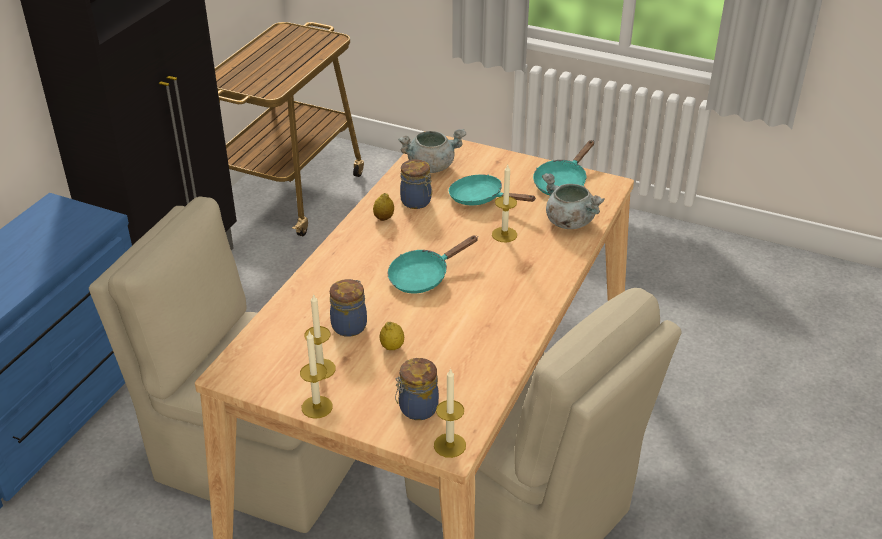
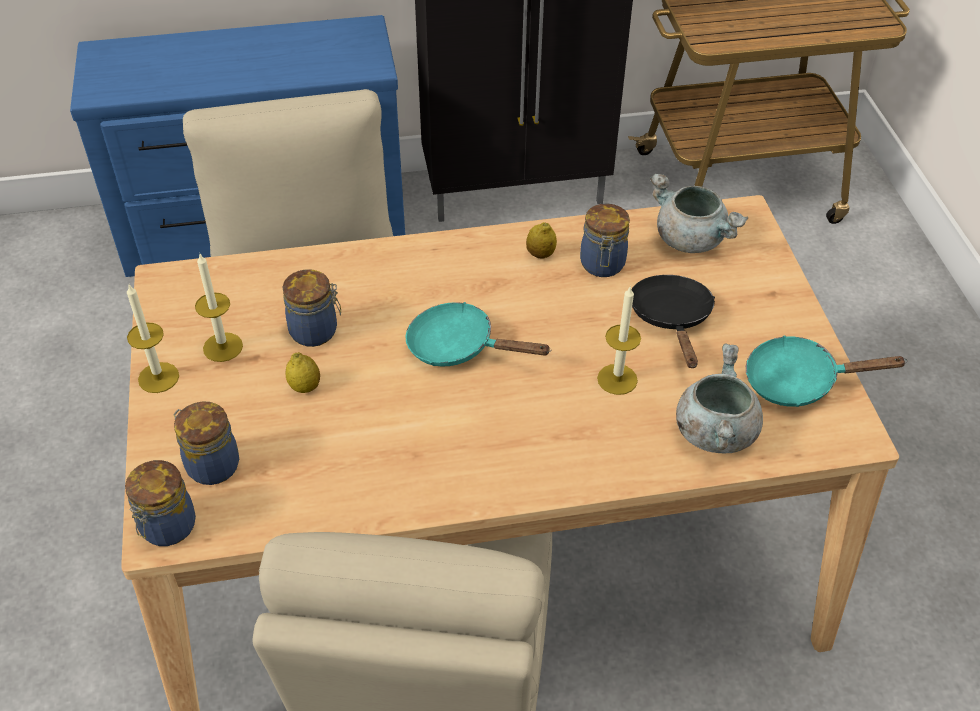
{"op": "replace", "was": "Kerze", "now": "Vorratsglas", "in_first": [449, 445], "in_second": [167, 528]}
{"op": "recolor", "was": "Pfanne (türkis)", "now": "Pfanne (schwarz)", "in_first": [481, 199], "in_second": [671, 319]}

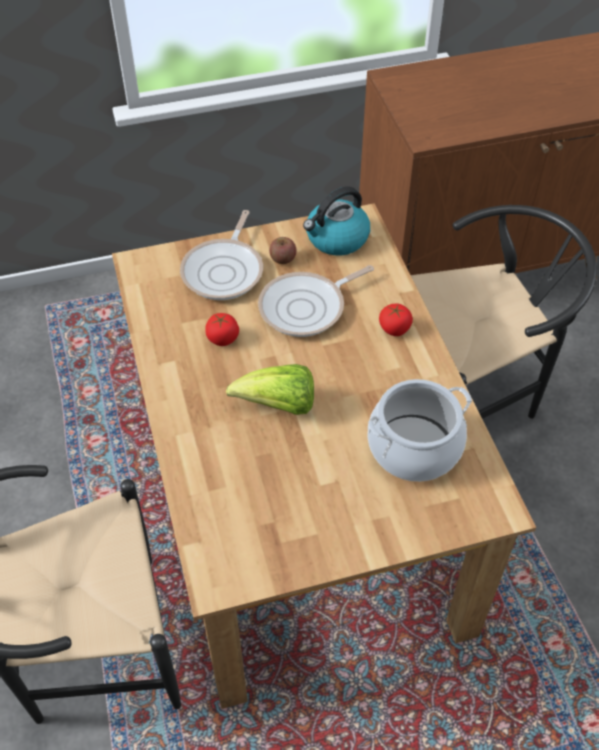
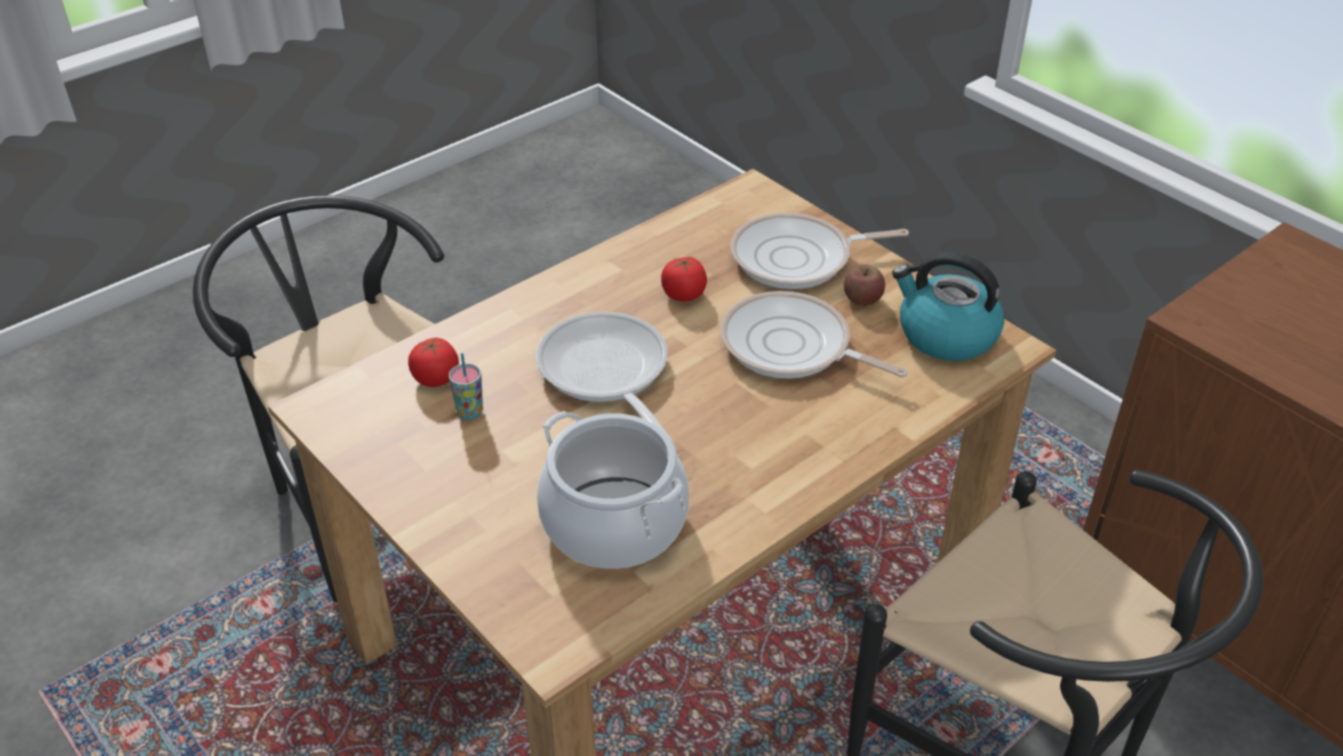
{"op": "replace", "was": "Salatkopf", "now": "Pfanne", "in_first": [278, 405], "in_second": [606, 375]}
{"op": "move", "was": "Tomate", "in_first": [394, 328], "in_second": [436, 378]}
{"op": "insert", "now": "Tasse", "in_second": [470, 412]}

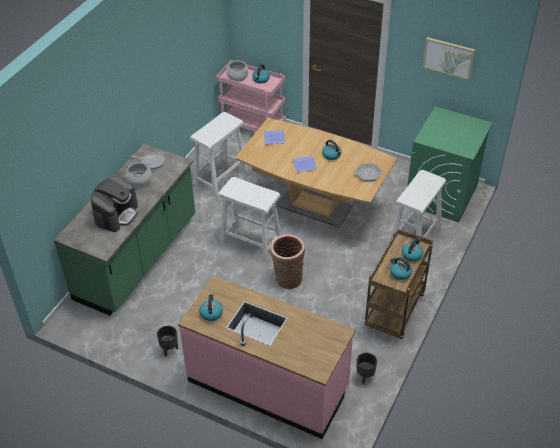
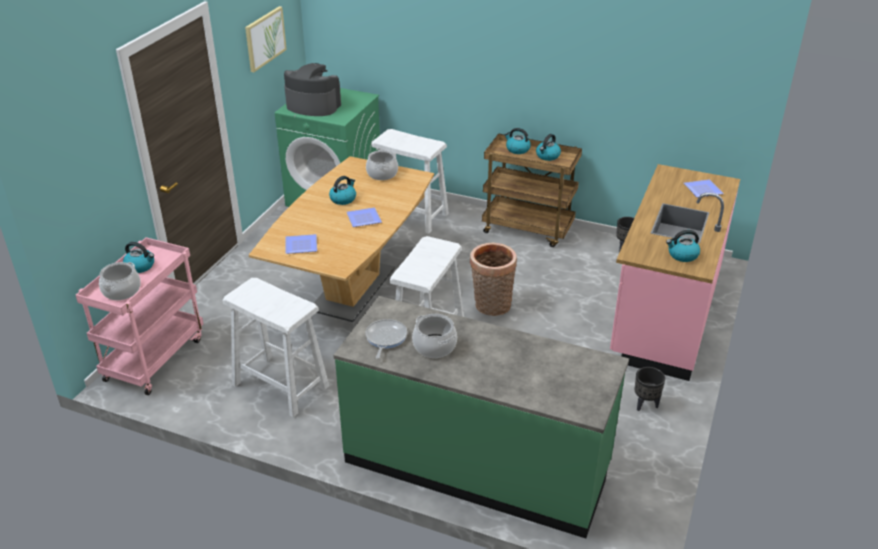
{"op": "move", "was": "Kaffeemaschine", "in_first": [116, 214], "in_second": [313, 106]}
{"op": "replace", "was": "Pfanne", "now": "Kochtopf", "in_first": [368, 174], "in_second": [382, 174]}
{"op": "insert", "now": "Teller", "in_second": [701, 189]}

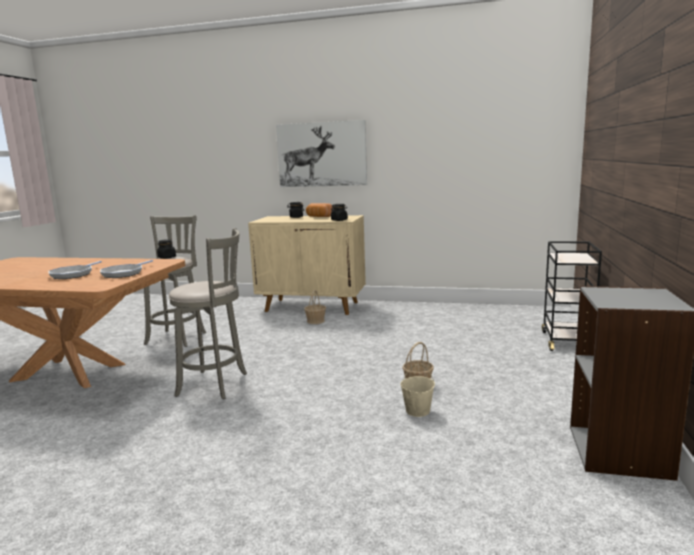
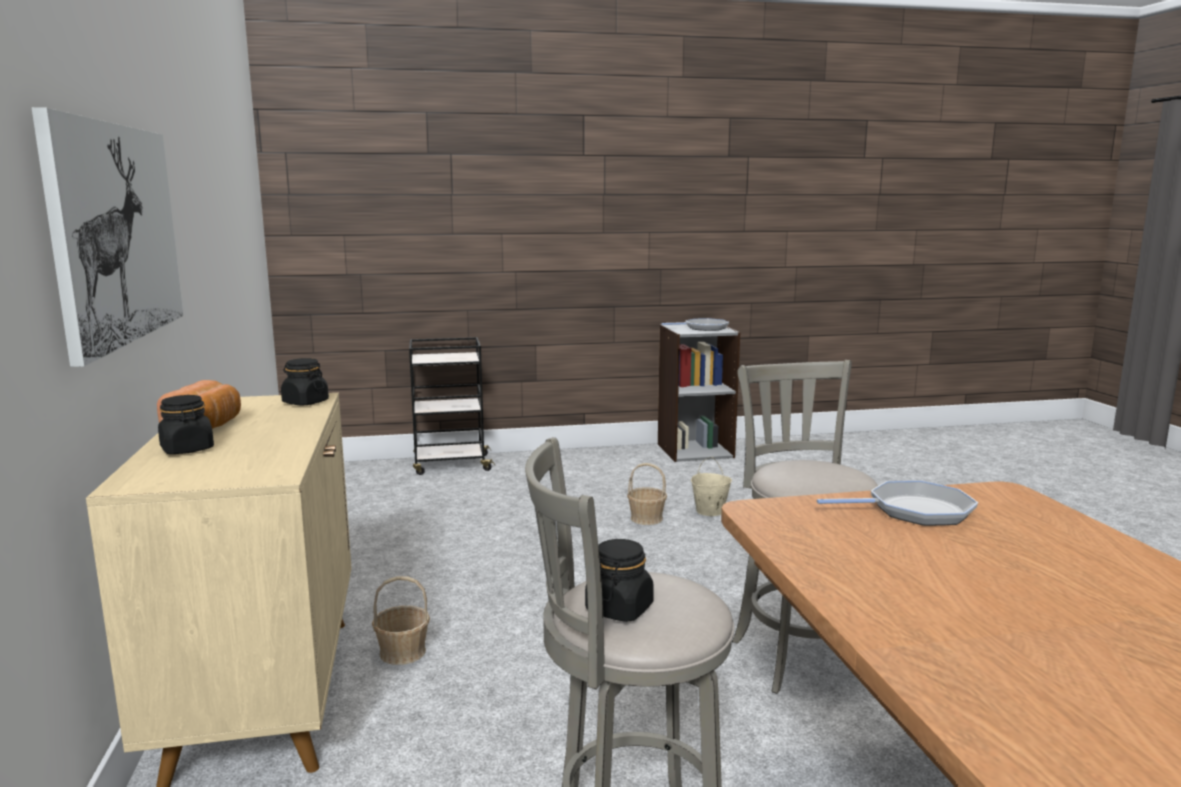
{"op": "move", "was": "Pfanne", "in_first": [73, 274], "in_second": [703, 328]}

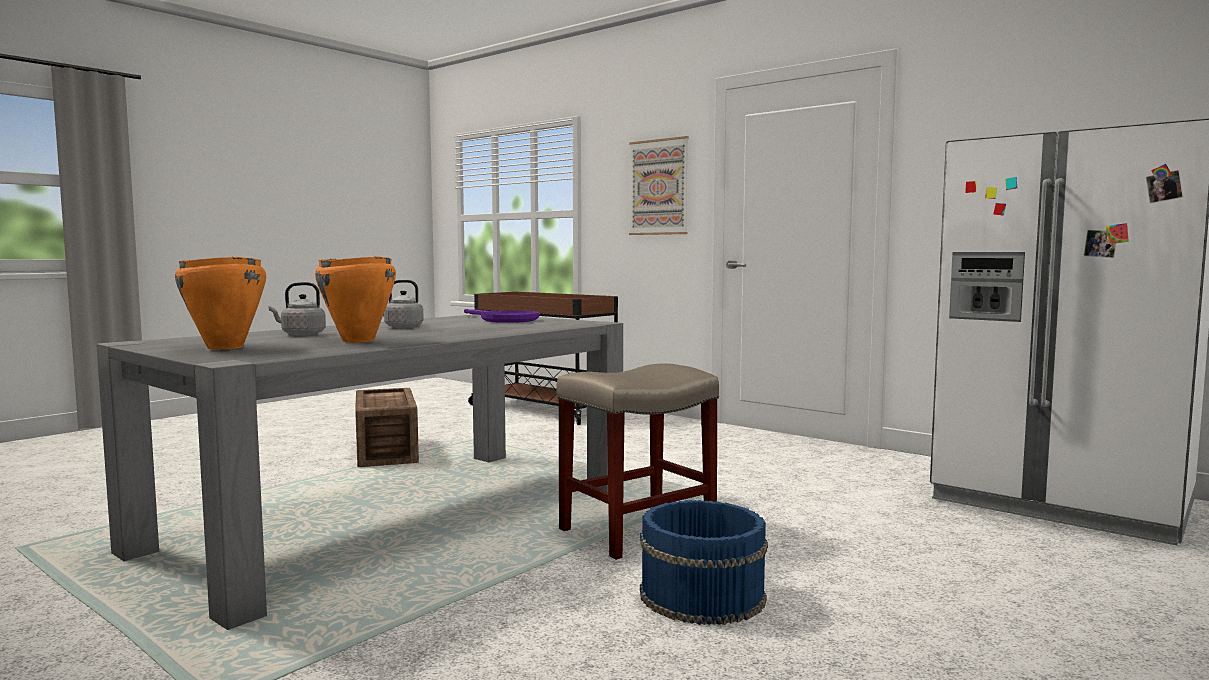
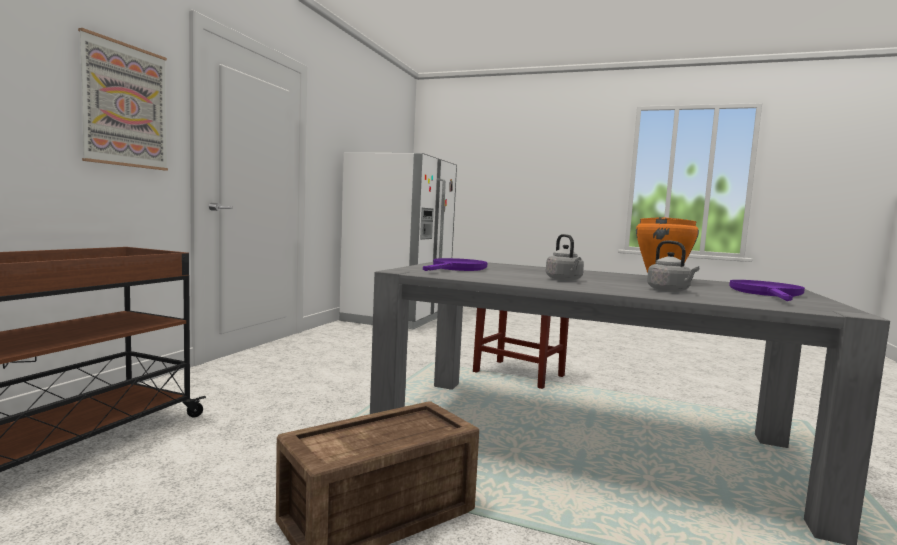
{"op": "replace", "was": "Kochtopf (orange)", "now": "Pfanne (lila)", "in_first": [224, 347], "in_second": [767, 294]}
{"op": "delete", "was": "Eimer (blau)", "in_first": [701, 596]}

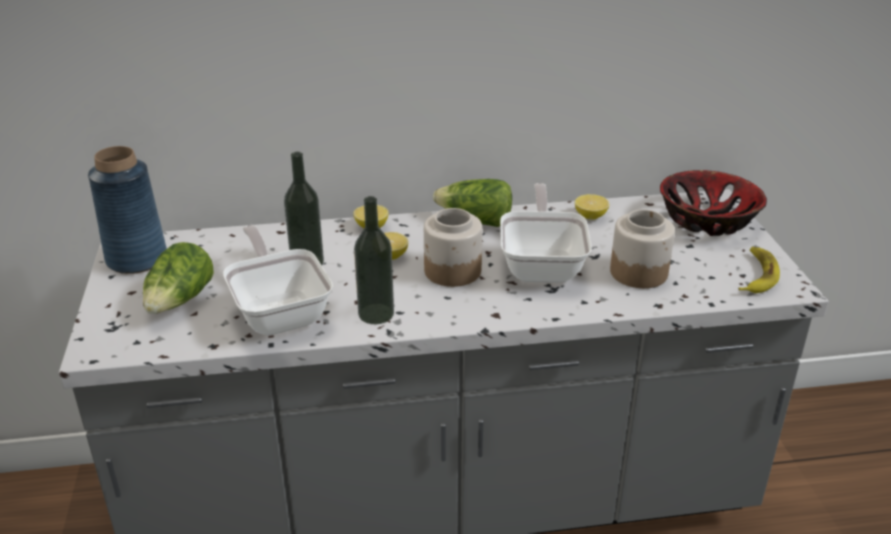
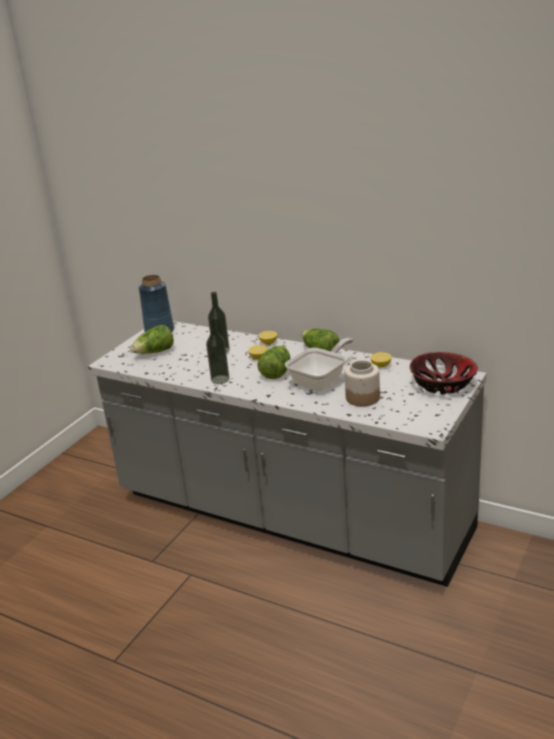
{"op": "delete", "was": "Pfanne", "in_first": [279, 311]}
{"op": "replace", "was": "Vorratsglas", "now": "Salatkopf", "in_first": [452, 271], "in_second": [276, 372]}
{"op": "delete", "was": "Banane", "in_first": [757, 275]}

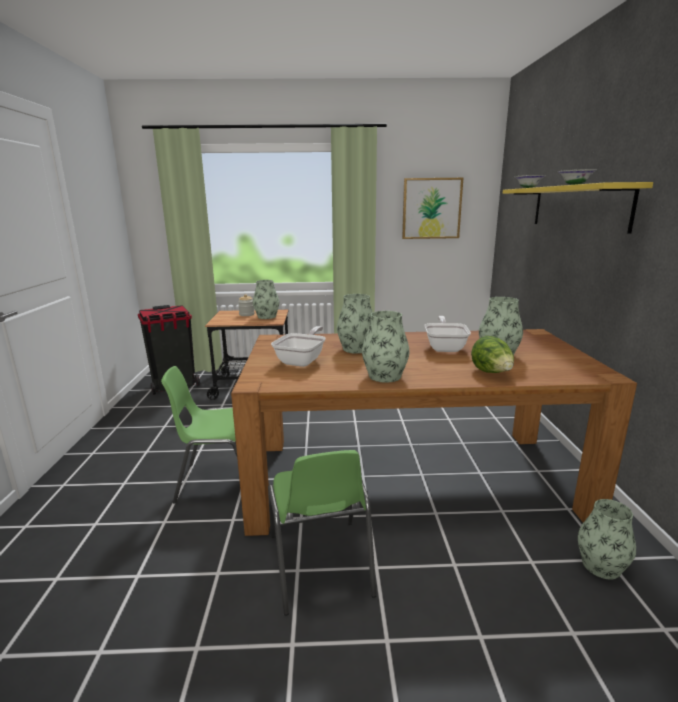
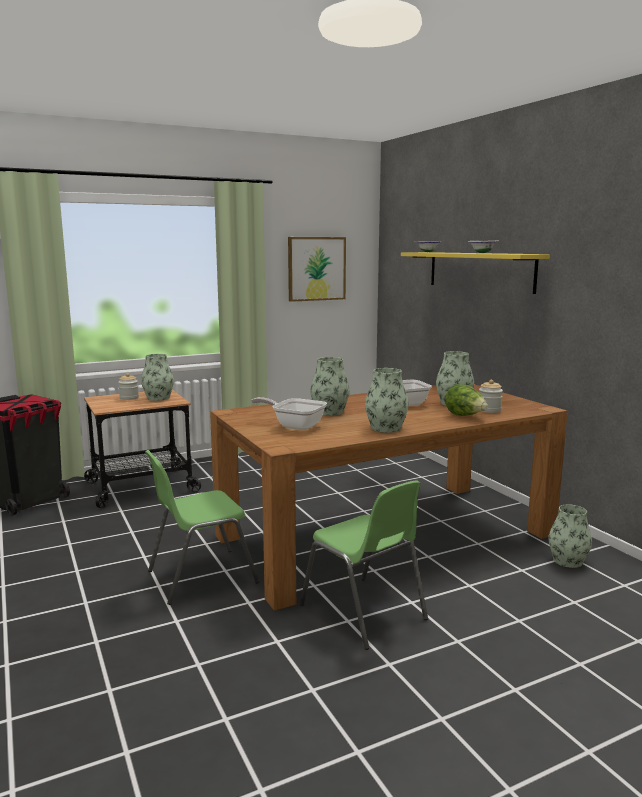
{"op": "rotate", "was": "Pfanne", "in_first": [302, 360], "in_second": [294, 426], "clockwise": -60}
{"op": "insert", "now": "Vorratsglas", "in_second": [489, 410]}

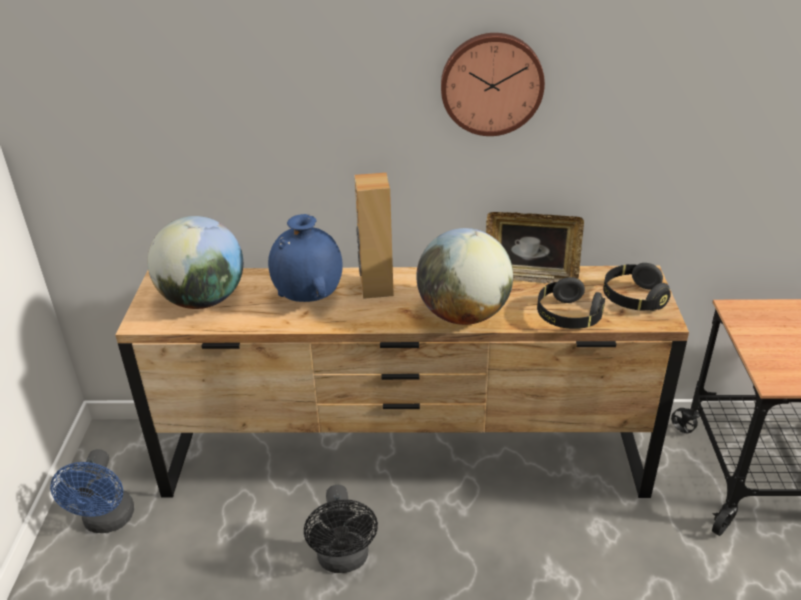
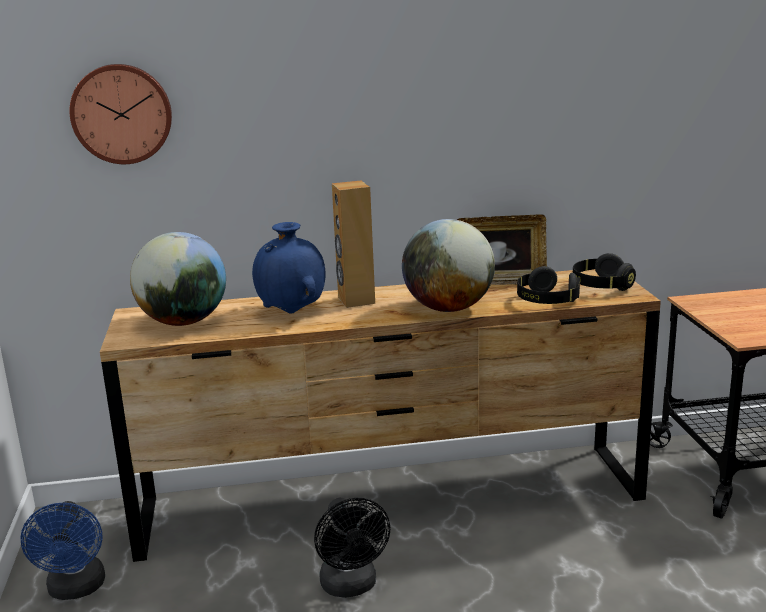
{"op": "move", "was": "Wanduhr", "in_first": [491, 83], "in_second": [122, 113]}

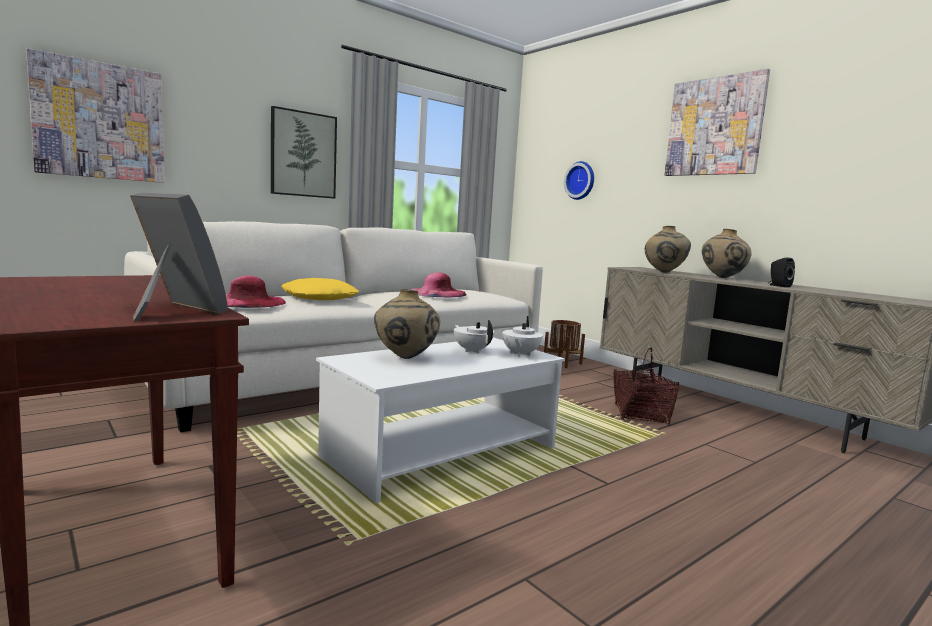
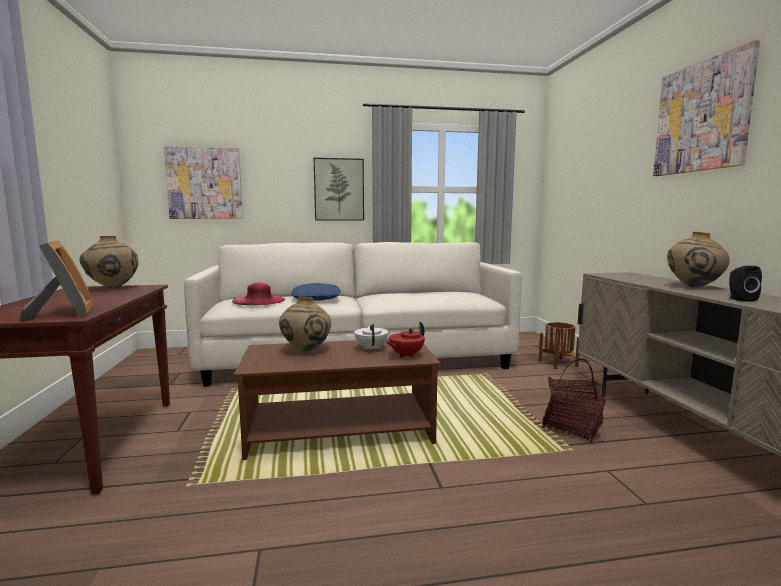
{"op": "recolor", "was": "Kissen (gelb)", "now": "Kissen (blau)", "in_first": [320, 298], "in_second": [317, 298]}
{"op": "recolor", "was": "Couchtisch (weiß)", "now": "Couchtisch (braun)", "in_first": [442, 451], "in_second": [341, 429]}
{"op": "delete", "was": "Hut (rosa)", "in_first": [437, 293]}
{"op": "recolor", "was": "Teekanne (weiß)", "now": "Teekanne (rot)", "in_first": [520, 354], "in_second": [406, 355]}
{"op": "delete", "was": "Wanduhr", "in_first": [581, 180]}
{"op": "move", "was": "Vase (beige)", "in_first": [664, 272], "in_second": [112, 288]}

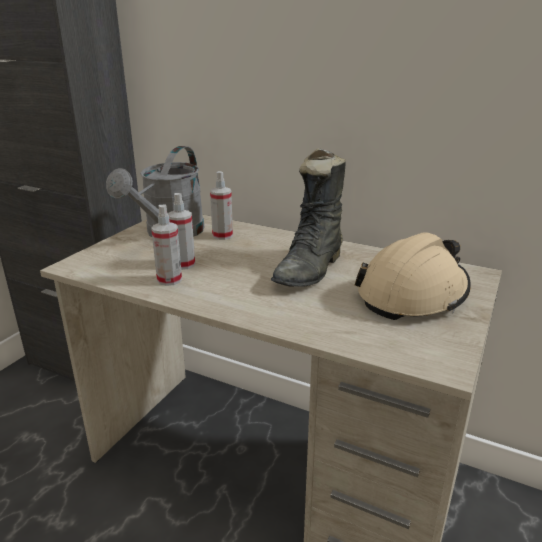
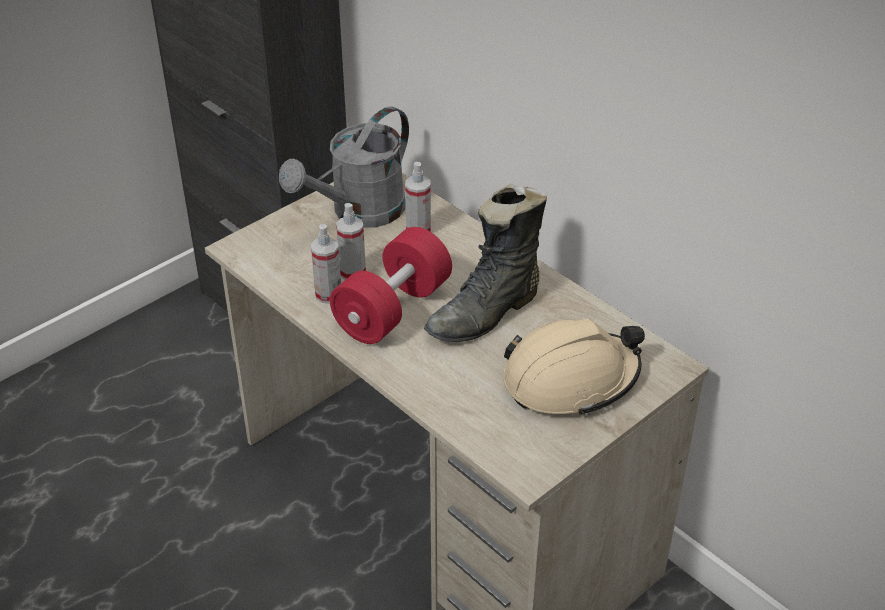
{"op": "insert", "now": "Hantel (rot)", "in_second": [392, 309]}

